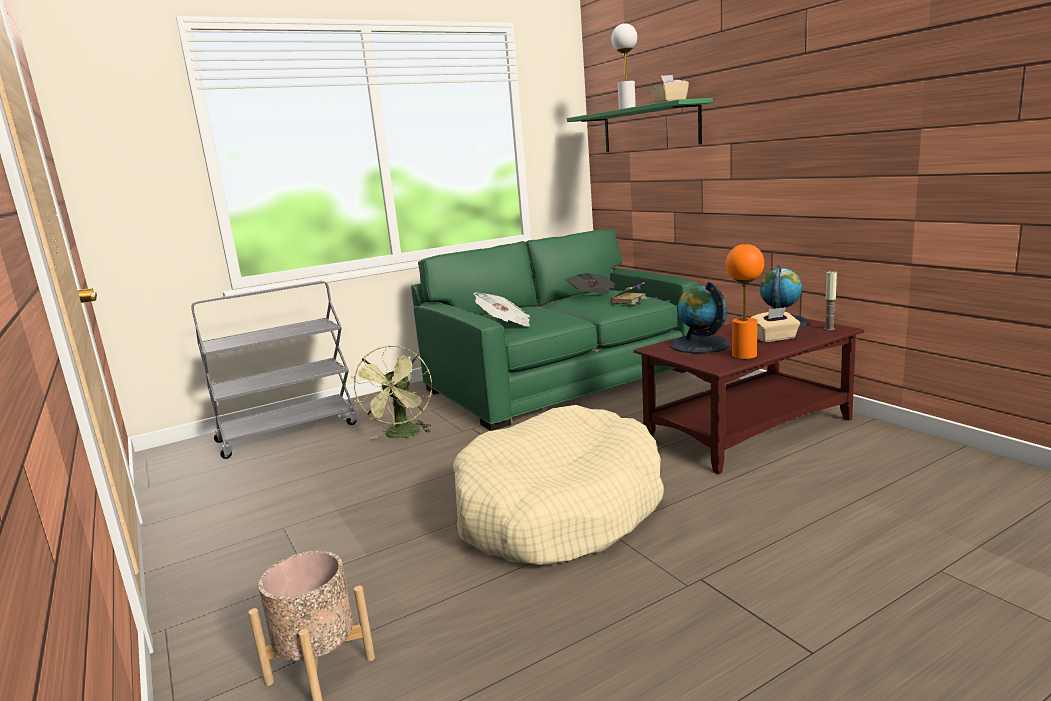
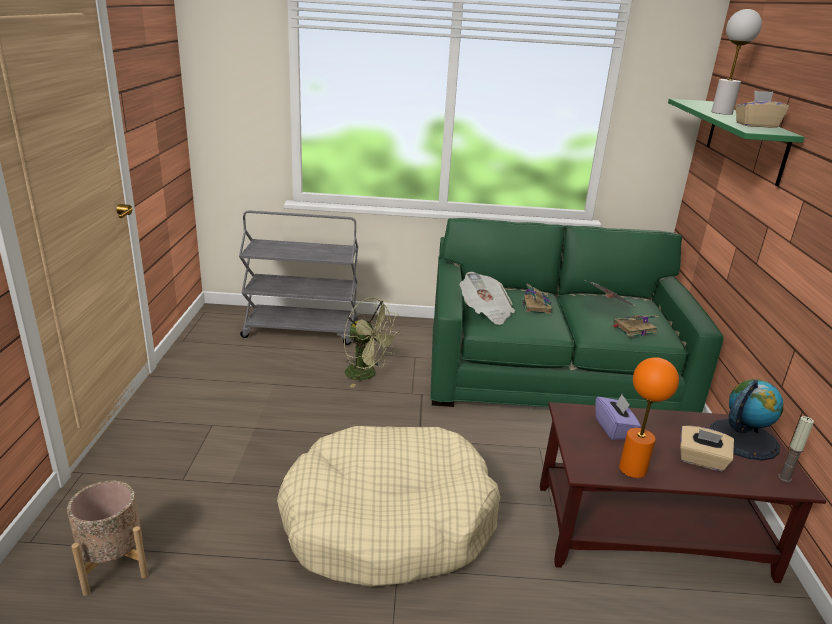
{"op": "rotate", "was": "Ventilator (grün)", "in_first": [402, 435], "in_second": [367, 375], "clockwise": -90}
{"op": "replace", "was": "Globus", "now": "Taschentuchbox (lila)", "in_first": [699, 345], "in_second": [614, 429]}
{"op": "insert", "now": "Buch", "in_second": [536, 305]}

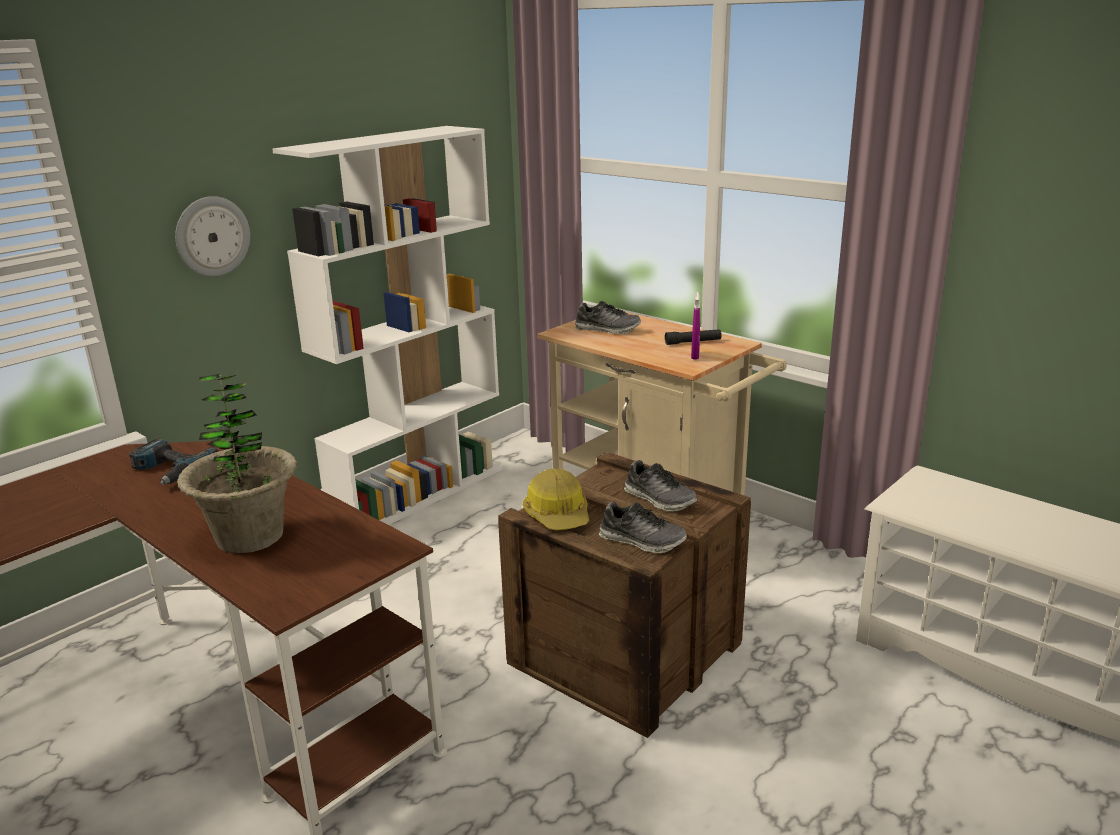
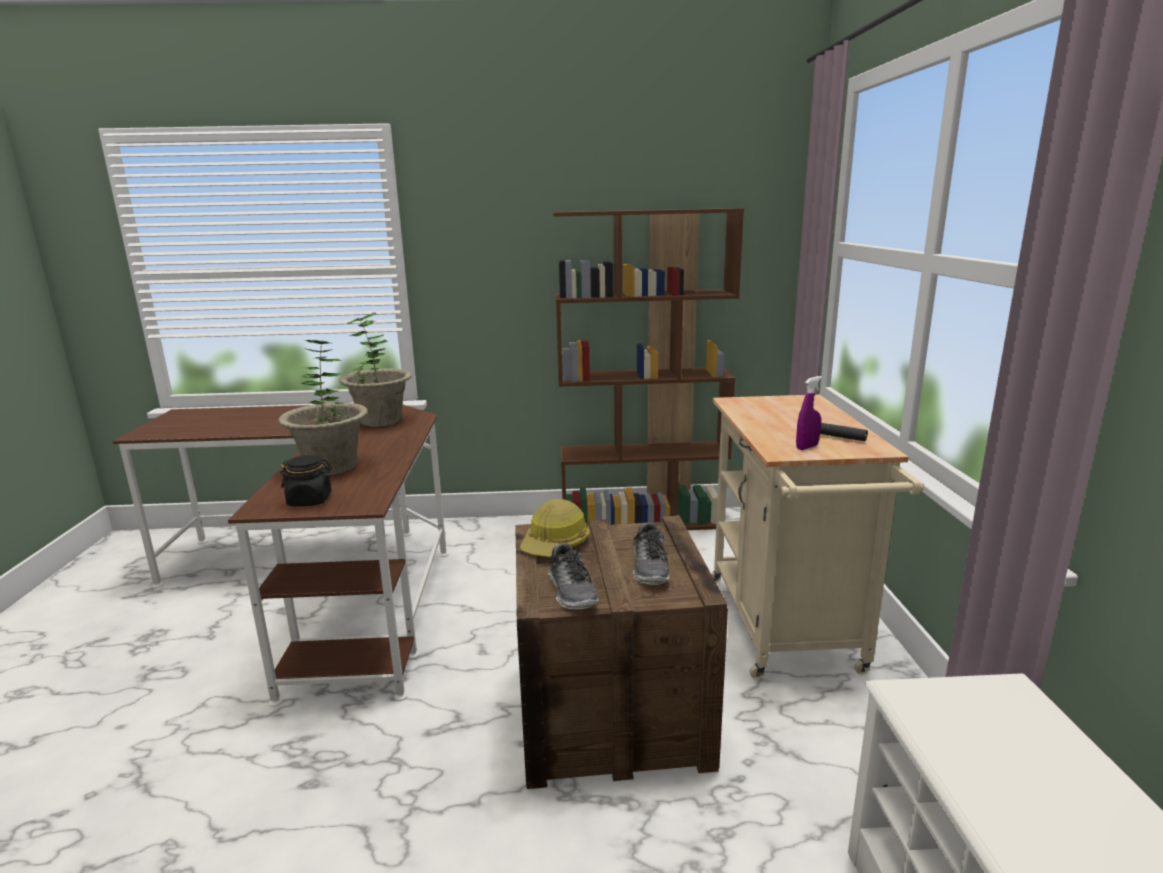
{"op": "replace", "was": "Bohrmaschine", "now": "Topfpflanze", "in_first": [169, 470], "in_second": [381, 420]}
{"op": "delete", "was": "Wanduhr", "in_first": [212, 236]}
{"op": "recolor", "was": "Bücherregal (weiß)", "now": "Bücherregal (braun)", "in_first": [419, 493], "in_second": [643, 521]}
{"op": "delete", "was": "Schuh", "in_first": [607, 330]}
{"op": "insert", "now": "Vorratsglas (schwarz)", "in_second": [310, 500]}

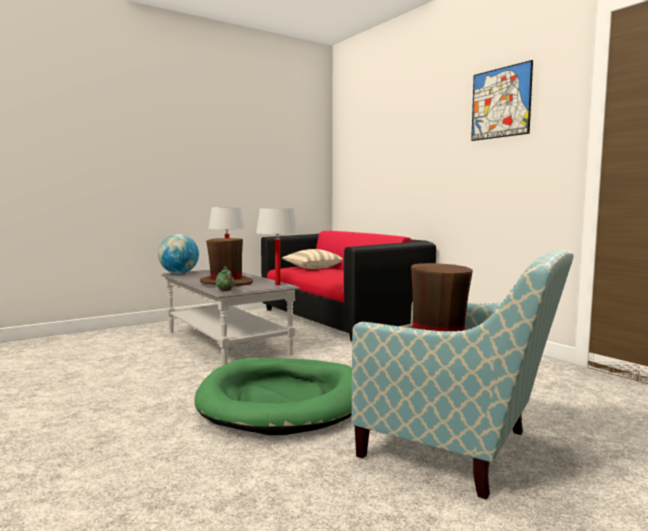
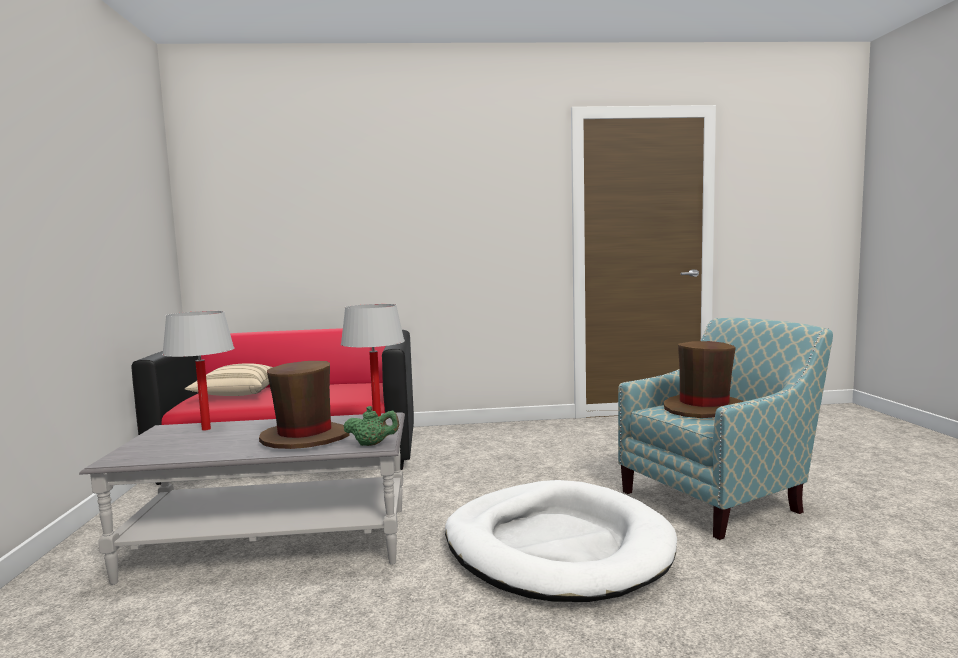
{"op": "delete", "was": "Globus", "in_first": [179, 273]}
{"op": "recolor", "was": "Hundebett (grün)", "now": "Hundebett (weiß)", "in_first": [282, 400], "in_second": [556, 546]}
{"op": "delete", "was": "Bild", "in_first": [500, 103]}

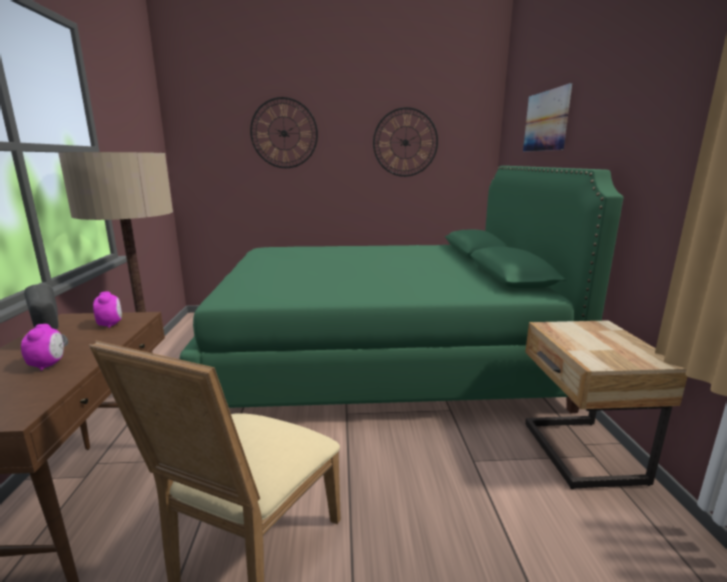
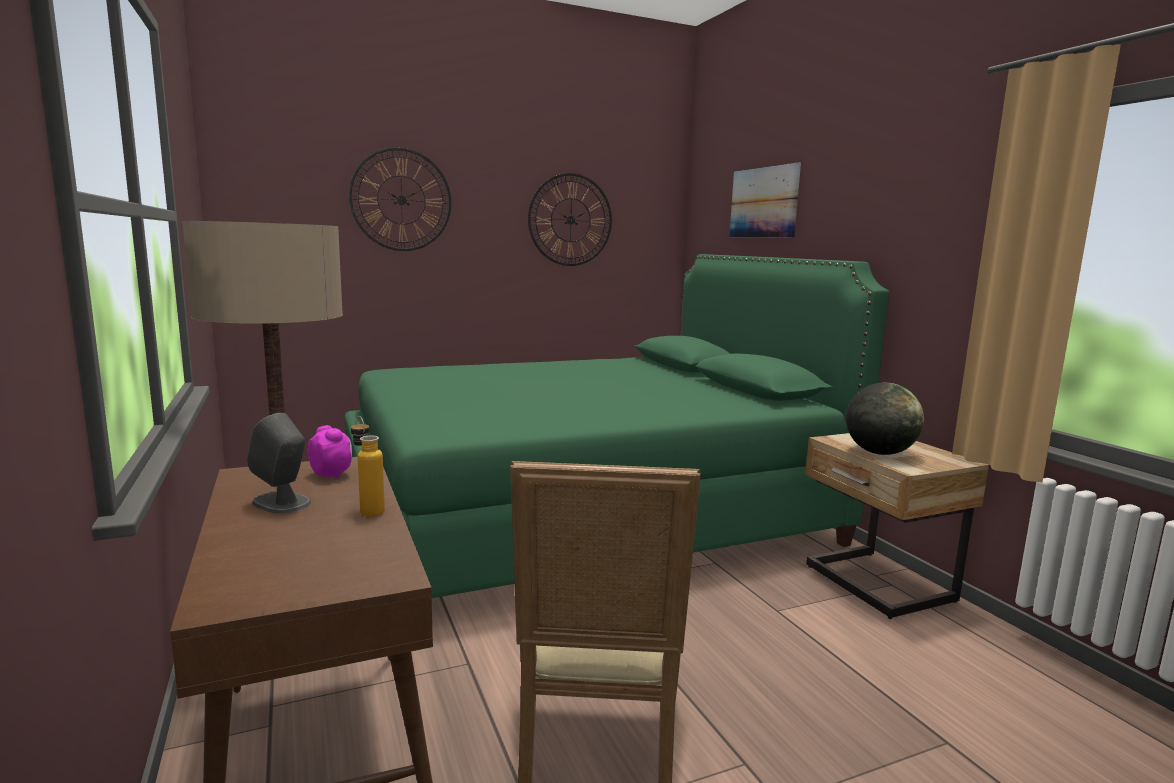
{"op": "delete", "was": "Wecker", "in_first": [48, 365]}
{"op": "insert", "now": "Flasche", "in_second": [368, 510]}
{"op": "insert", "now": "Globus", "in_second": [879, 453]}

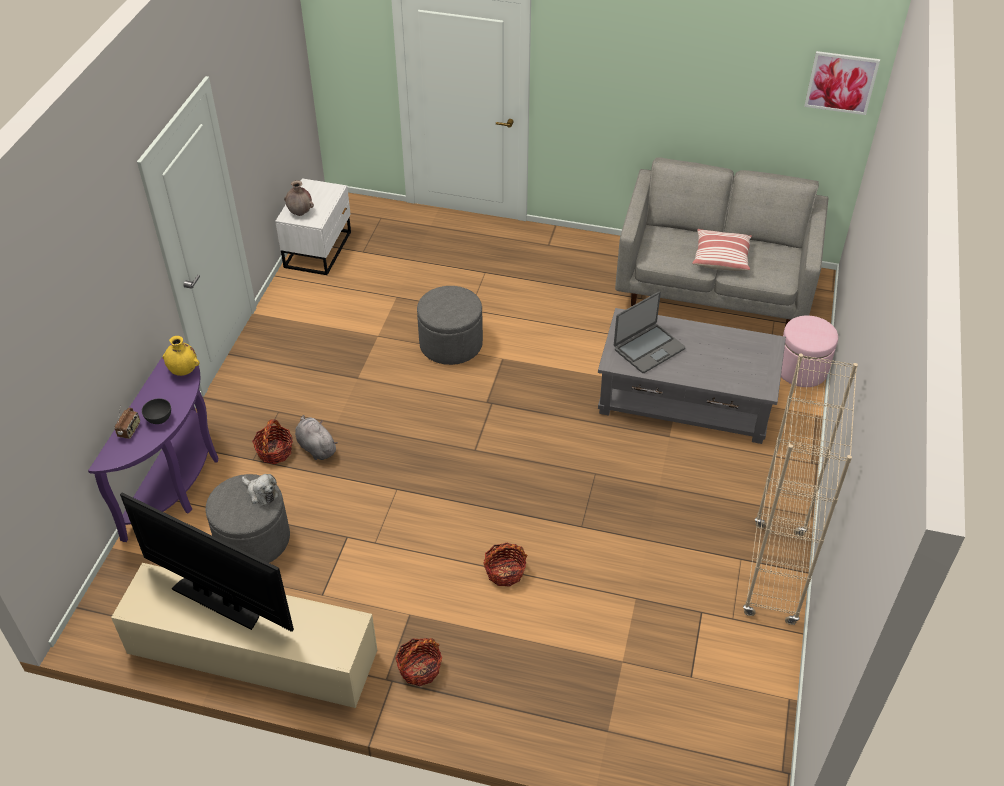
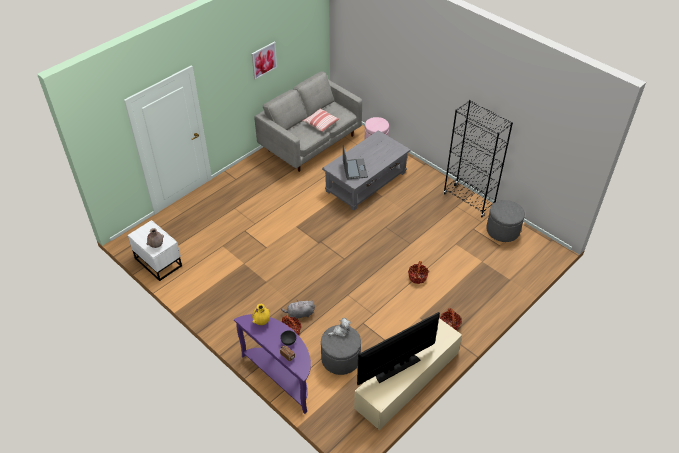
{"op": "move", "was": "Polsterhocker (grau)", "in_first": [451, 344], "in_second": [503, 230]}
{"op": "recolor", "was": "Bücherregal (beige)", "now": "Bücherregal (schwarz)", "in_first": [774, 574], "in_second": [468, 201]}
{"op": "move", "was": "Bild", "in_first": [841, 82], "in_second": [264, 60]}

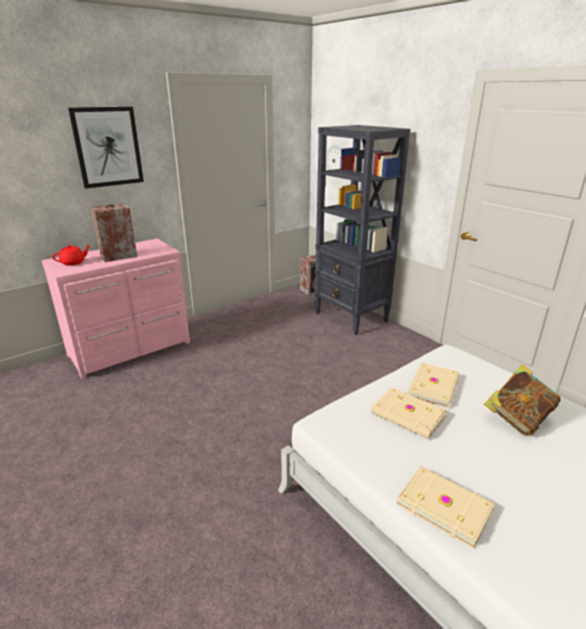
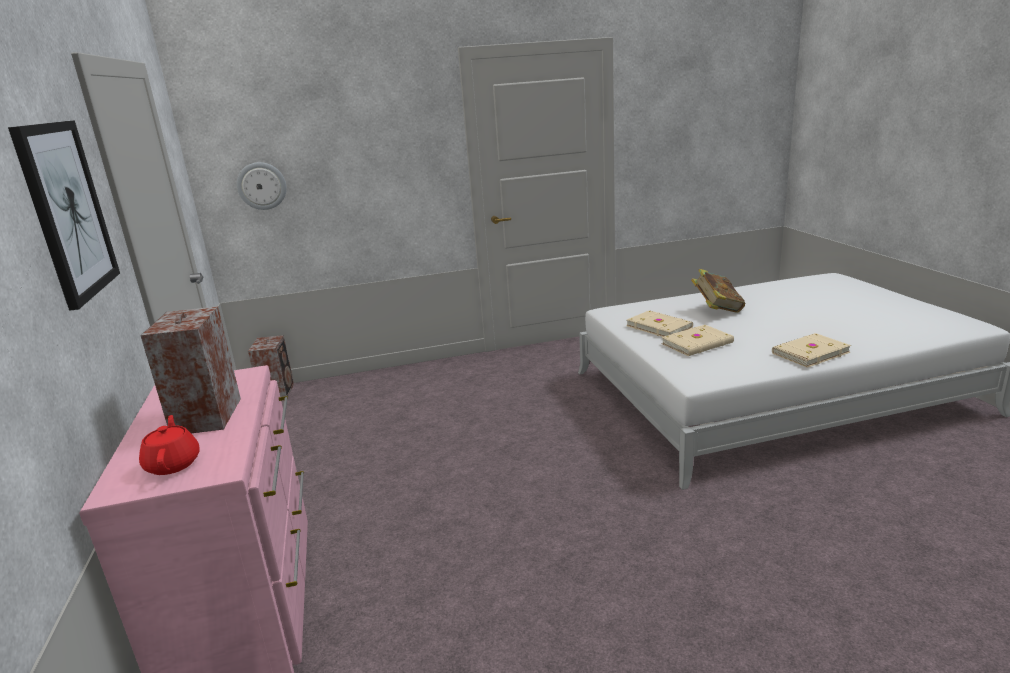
{"op": "delete", "was": "Bücherregal (schwarz)", "in_first": [351, 318]}

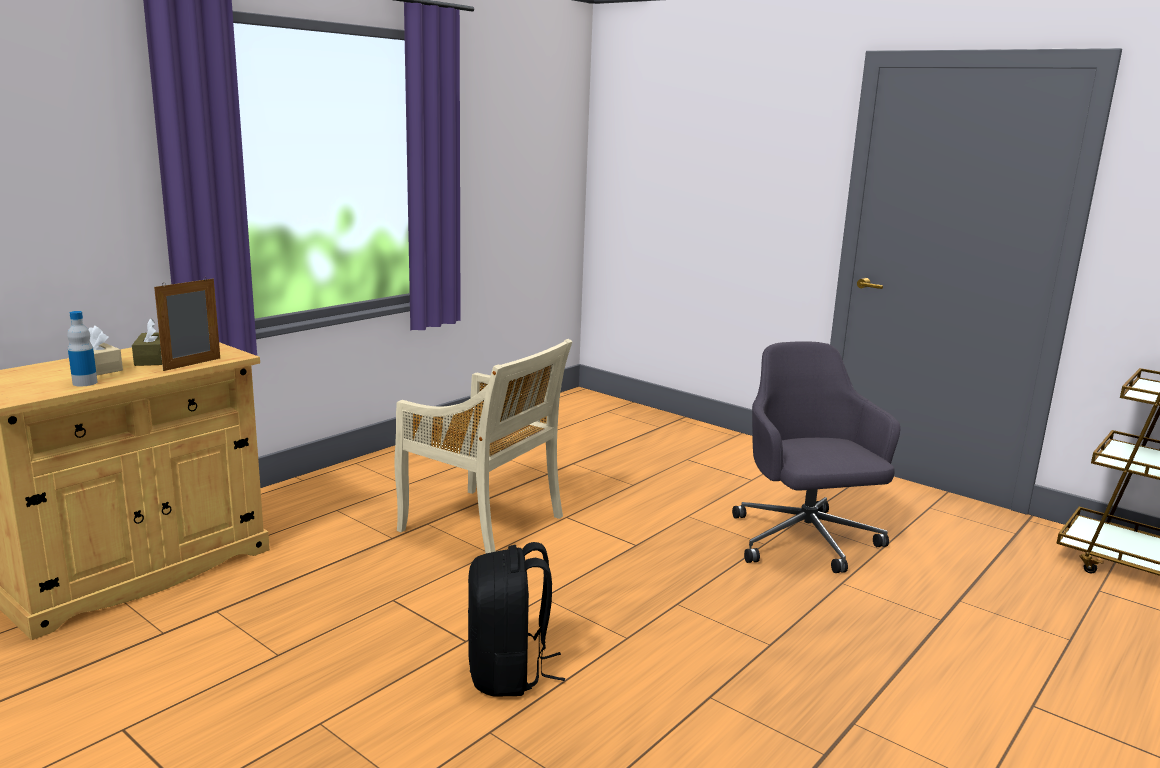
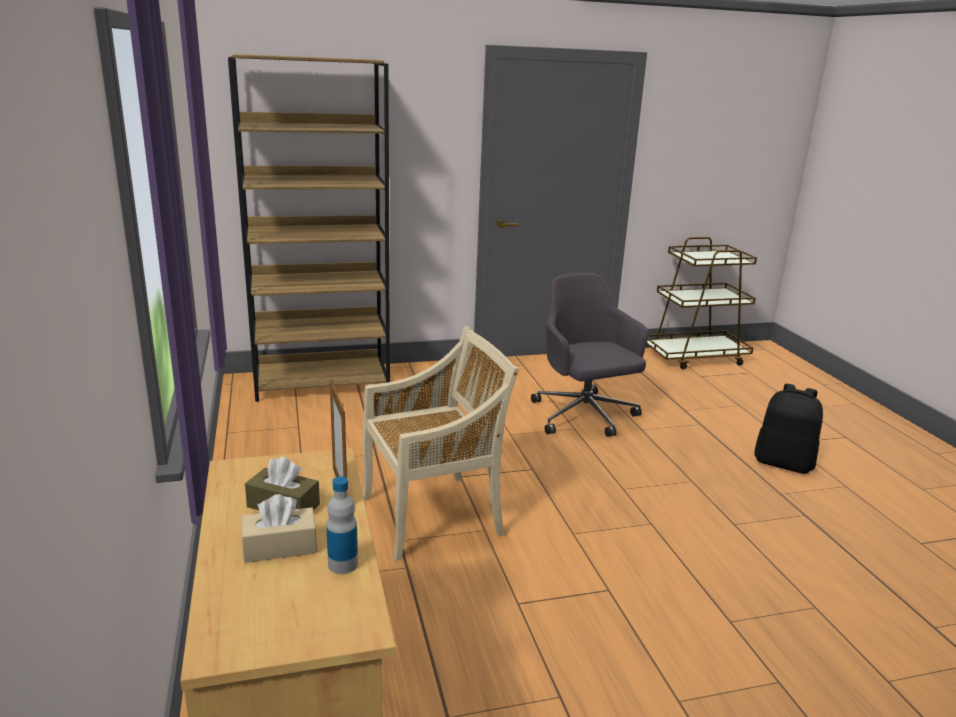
{"op": "move", "was": "Rucksack (schwarz)", "in_first": [508, 673], "in_second": [783, 463]}
{"op": "rotate", "was": "Bürostuhl (grau)", "in_first": [805, 542], "in_second": [584, 416], "clockwise": 45}
{"op": "insert", "now": "Bücherregal (braun)", "in_second": [322, 382]}

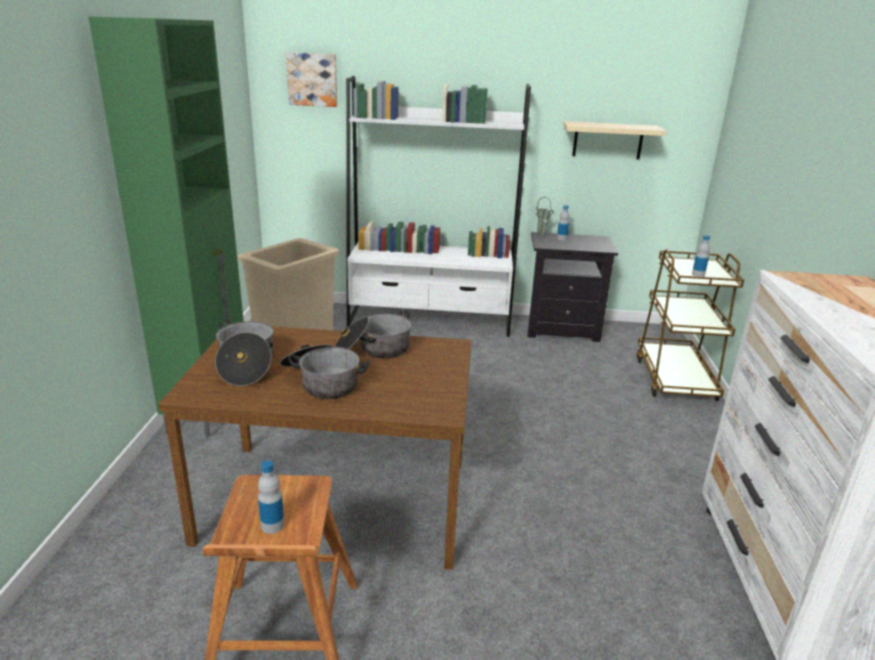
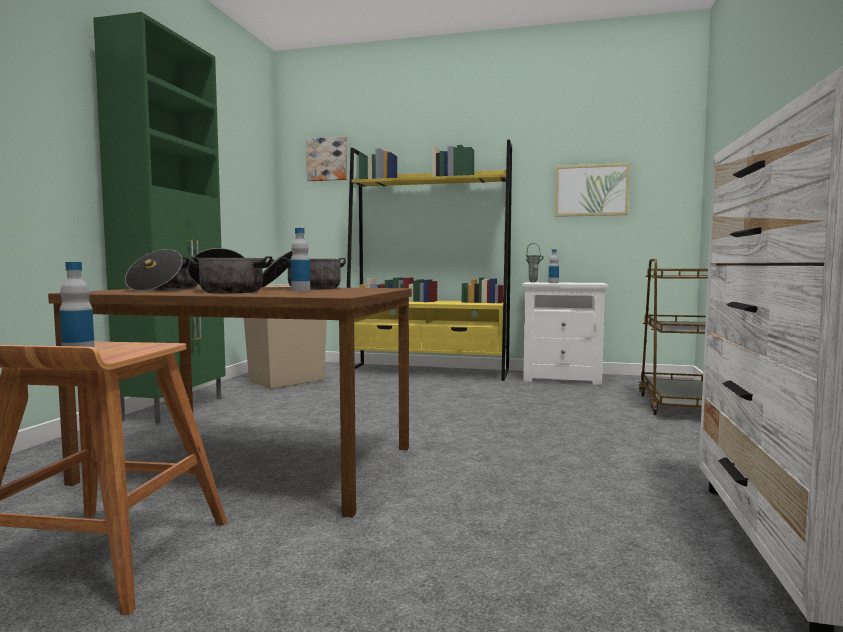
{"op": "recolor", "was": "Bücherregal (weiß)", "now": "Bücherregal (gelb)", "in_first": [430, 320], "in_second": [428, 372]}
{"op": "recolor", "was": "Nachttisch (schwarz)", "now": "Nachttisch (weiß)", "in_first": [562, 329], "in_second": [562, 378]}
{"op": "replace", "was": "Wandregal (beige)", "now": "Bild", "in_first": [608, 140], "in_second": [591, 190]}
{"op": "move", "was": "Flasche", "in_first": [698, 275], "in_second": [300, 290]}

